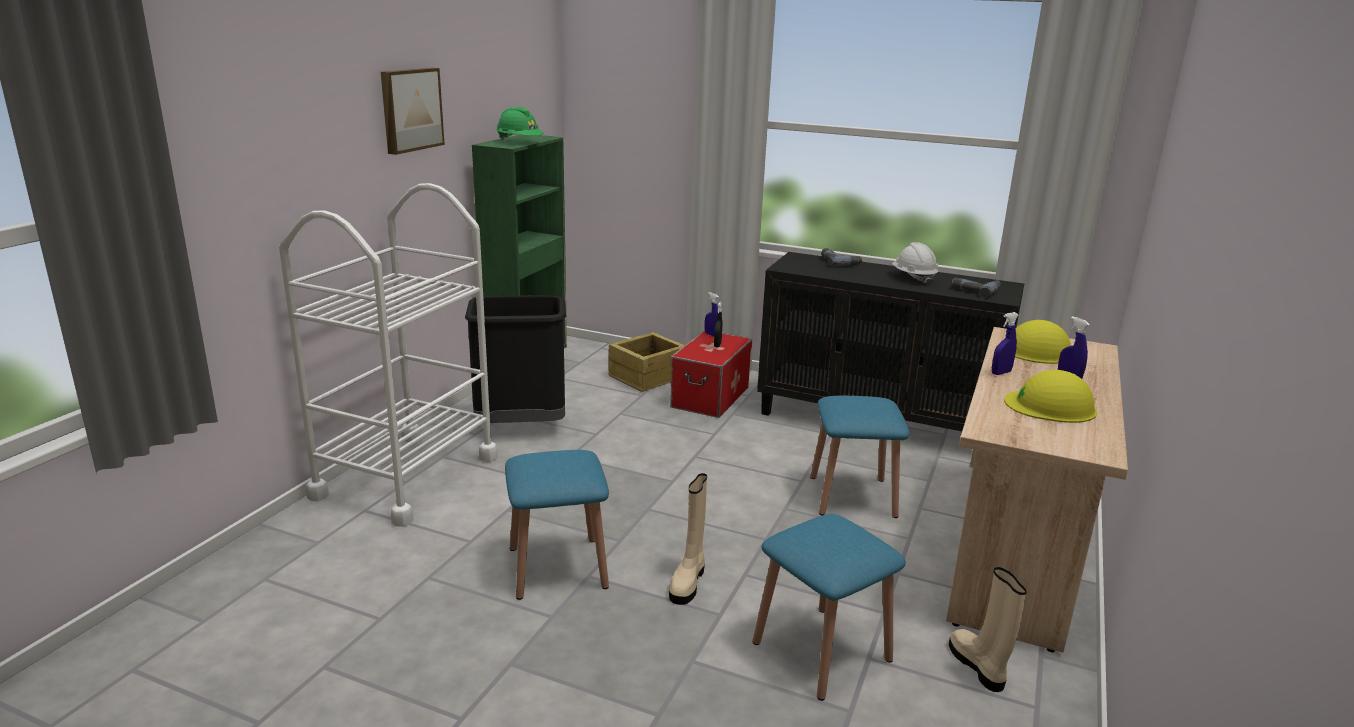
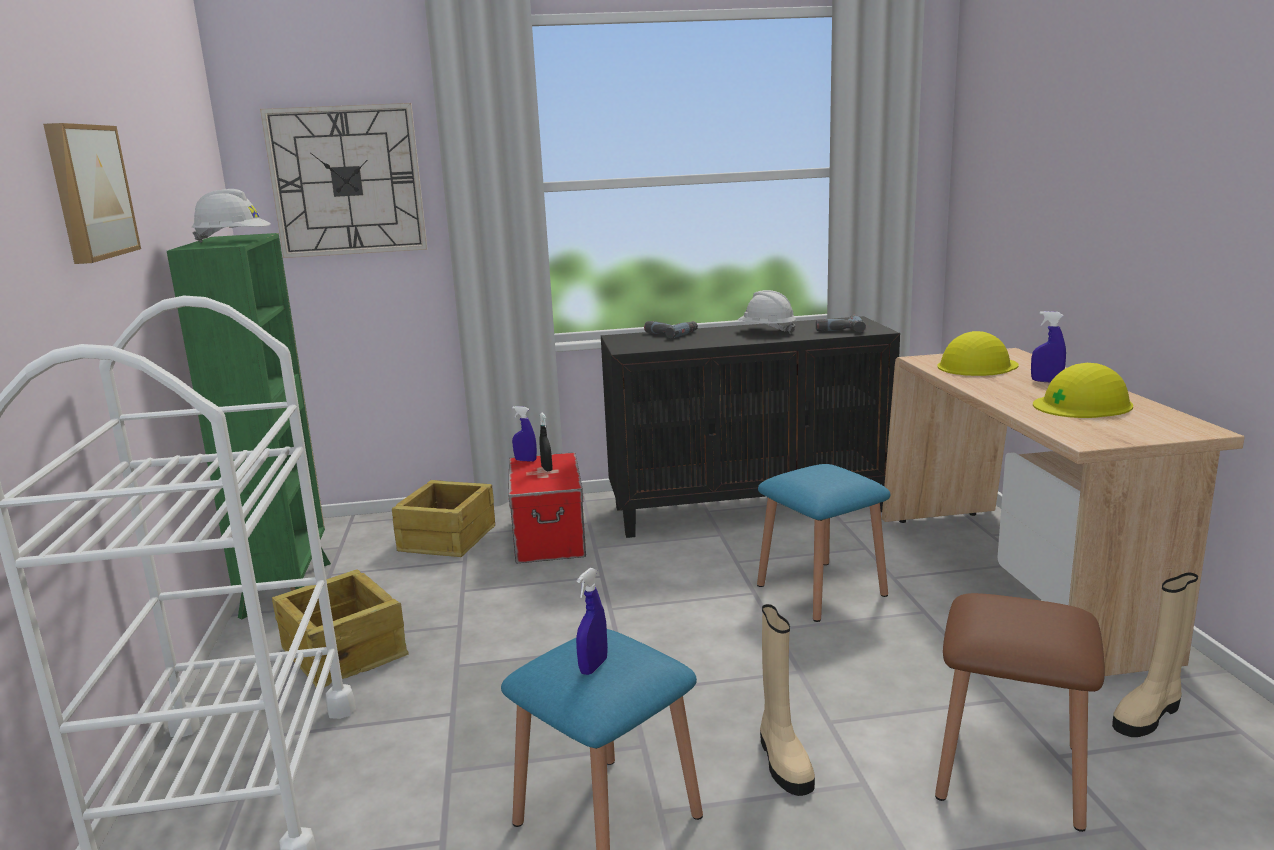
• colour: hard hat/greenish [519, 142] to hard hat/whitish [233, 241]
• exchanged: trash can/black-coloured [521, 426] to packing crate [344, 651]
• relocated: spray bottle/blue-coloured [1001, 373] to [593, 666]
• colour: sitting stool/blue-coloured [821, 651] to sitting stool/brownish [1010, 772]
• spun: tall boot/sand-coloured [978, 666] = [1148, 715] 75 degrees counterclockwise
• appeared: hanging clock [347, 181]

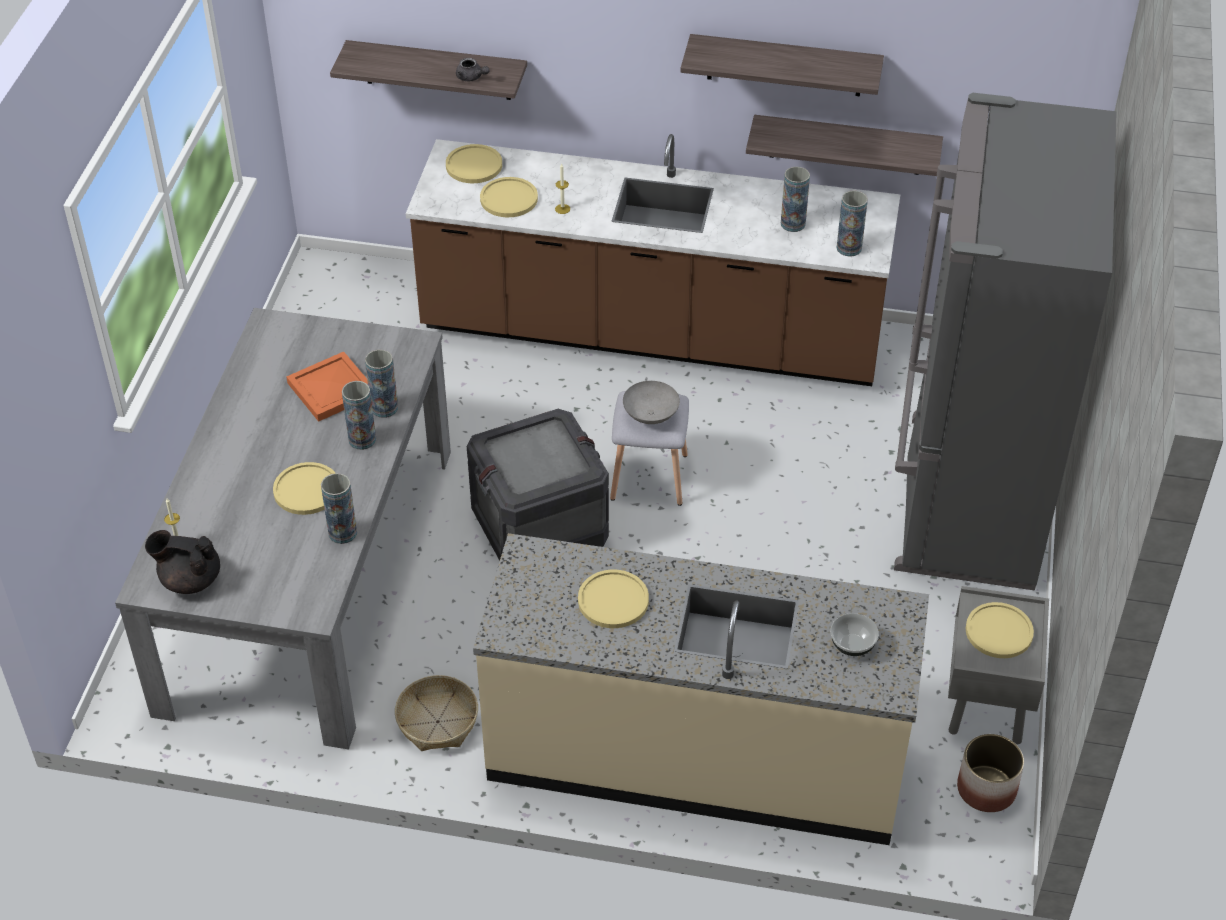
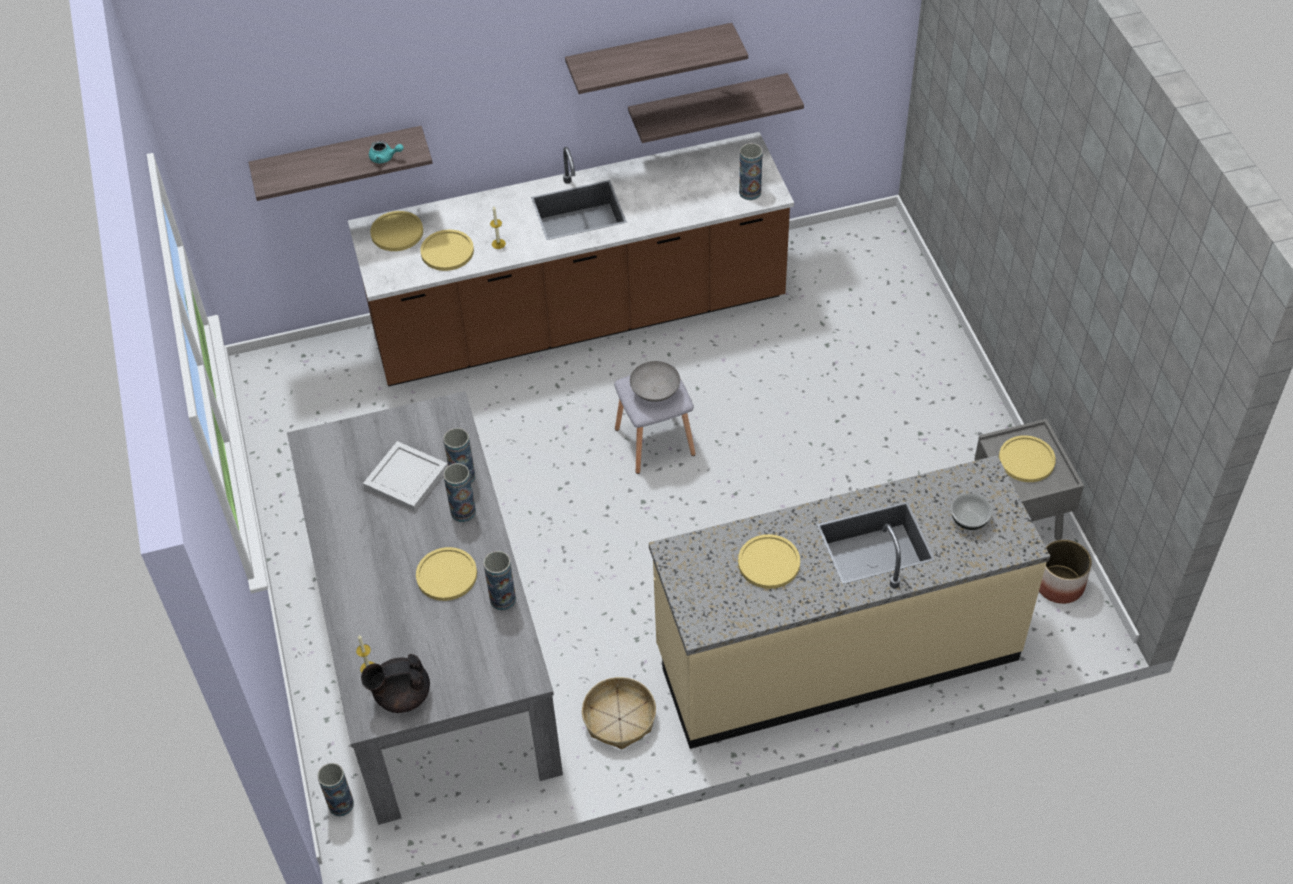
• colour: pot for tea/greyish [471, 77] to pot for tea/turquoise [385, 158]
• missing: kitchen fridge/greyish [966, 501]
• relocated: flower vase [793, 224] to [341, 804]
• colour: carrying tray/orangey [332, 388] to carrying tray/whitish [406, 477]
• missing: packing crate [539, 525]

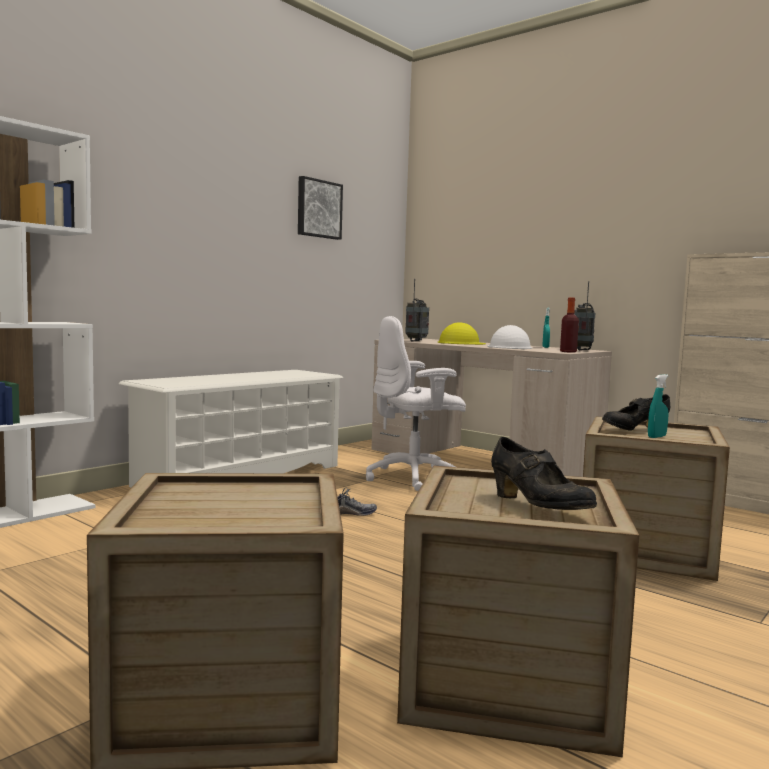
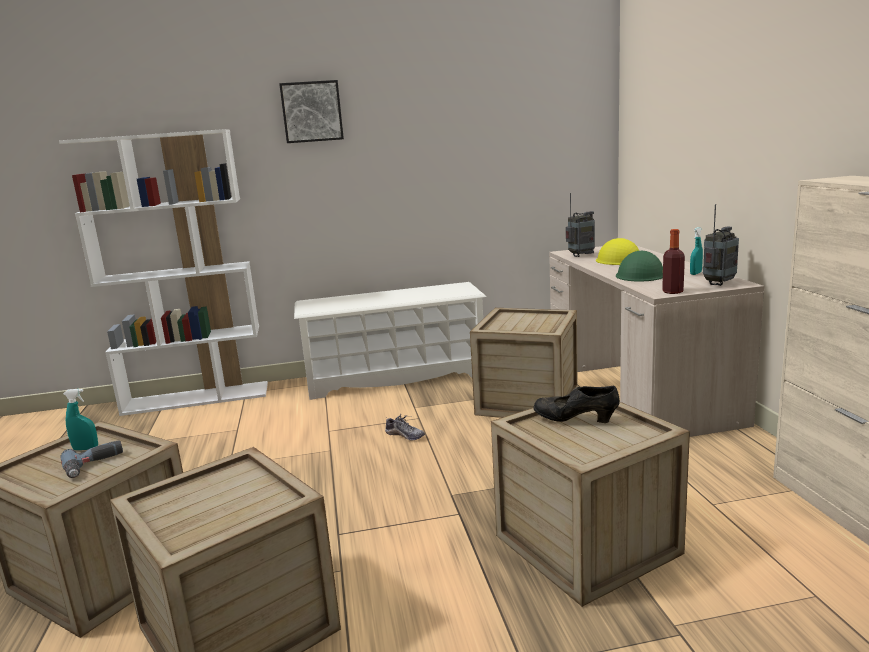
• relocated: picture [318, 209] to [312, 112]
• exchanged: desk chair/whitish [414, 478] to packing crate [527, 402]
• colour: hard hat/whitish [509, 347] to hard hat/greenish [640, 275]
• relocated: spray bottle/turquoise [656, 437] to [86, 449]
• missing: shoe/black-coloured [538, 507]
• appeared: electric drill [94, 464]

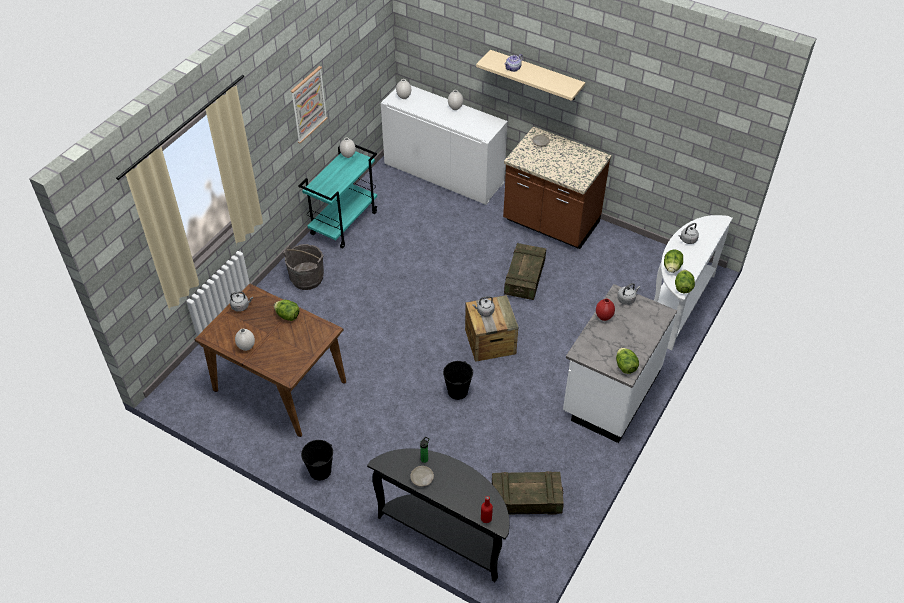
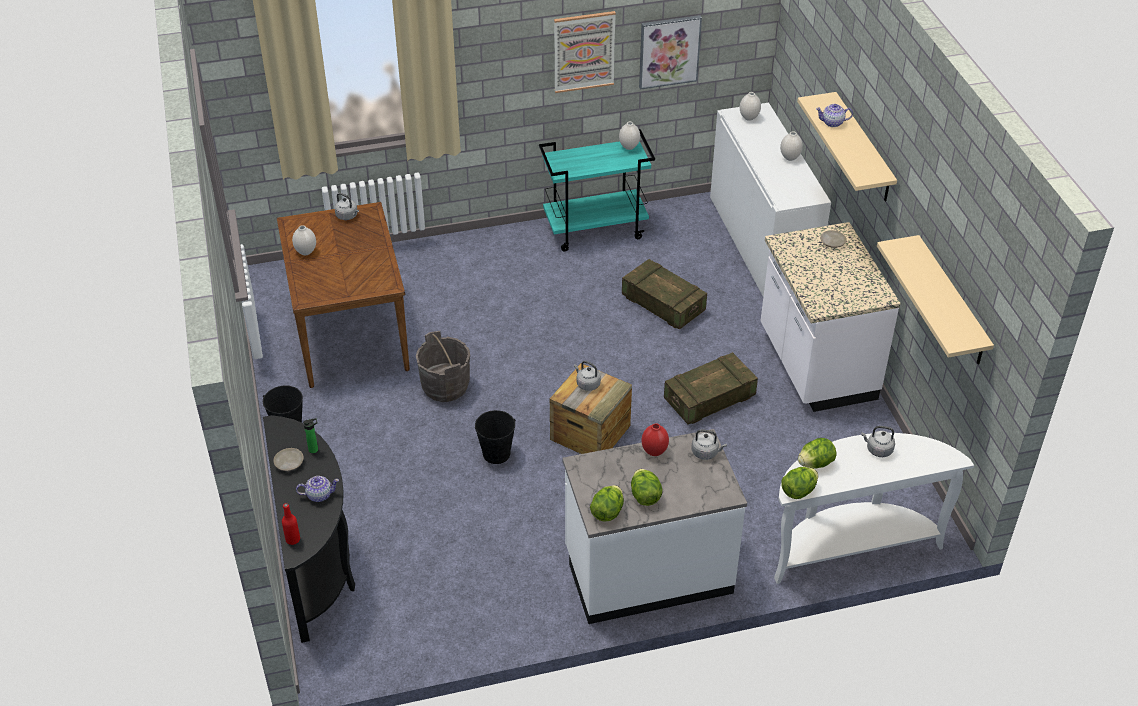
• colour: counter/brownish [550, 223] to counter/whitish [815, 365]
• relocated: water bucket/greyish [307, 278] to [445, 386]
• relocated: lettuce [287, 316] to [645, 496]
• relocated: packing crate [526, 499] to [663, 304]
• appeared: picture [669, 51]
• appeared: wall shelf/sand-coloured [951, 302]
• appeared: pot for tea [319, 495]

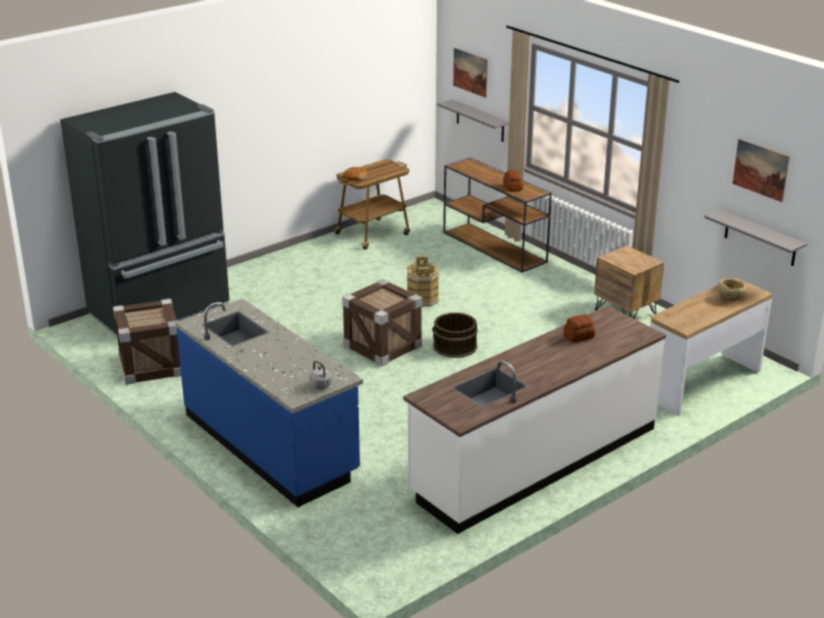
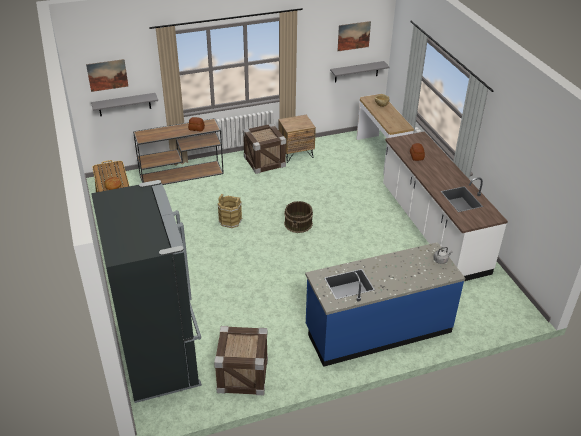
• relocated: packing crate [382, 346] to [264, 161]

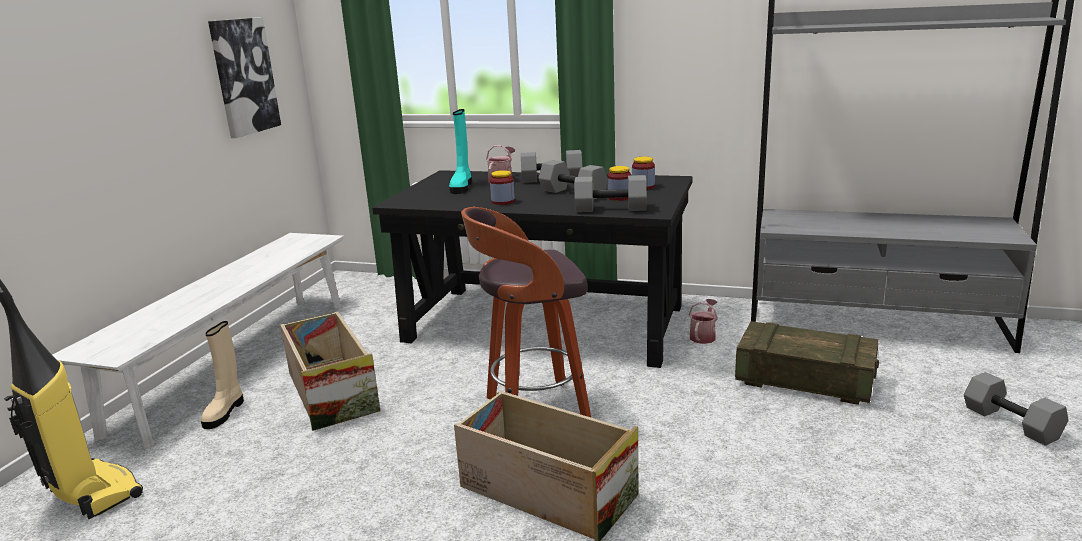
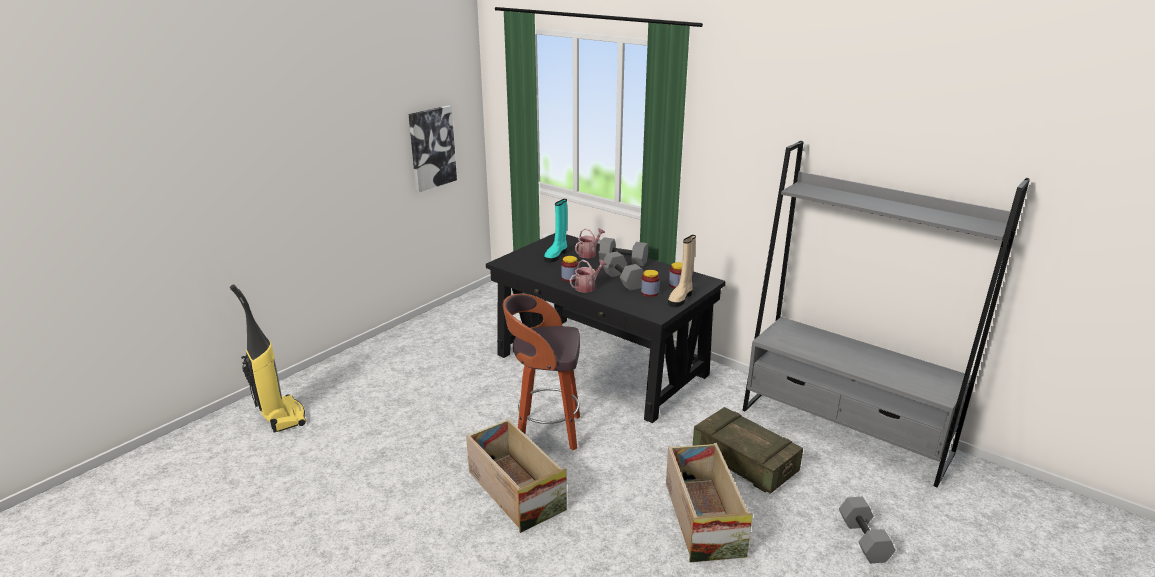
• missing: dumbbell/greyish [610, 209]
• missing: long seat/whitish [238, 361]
• relocated: watering can [703, 336] to [587, 287]
• relocated: packing crate [330, 391] to [702, 518]
• relocated: tall boot/sand-coloured [225, 412] to [681, 298]

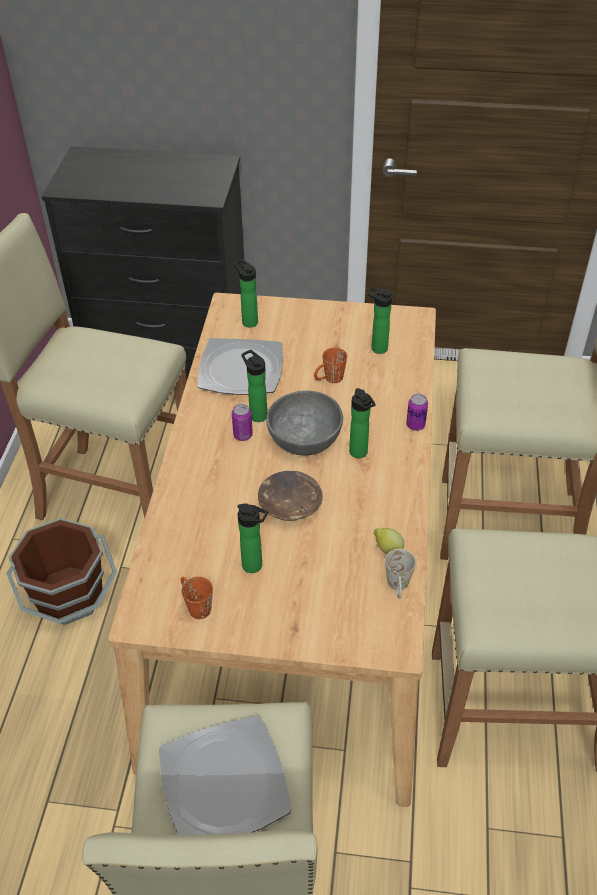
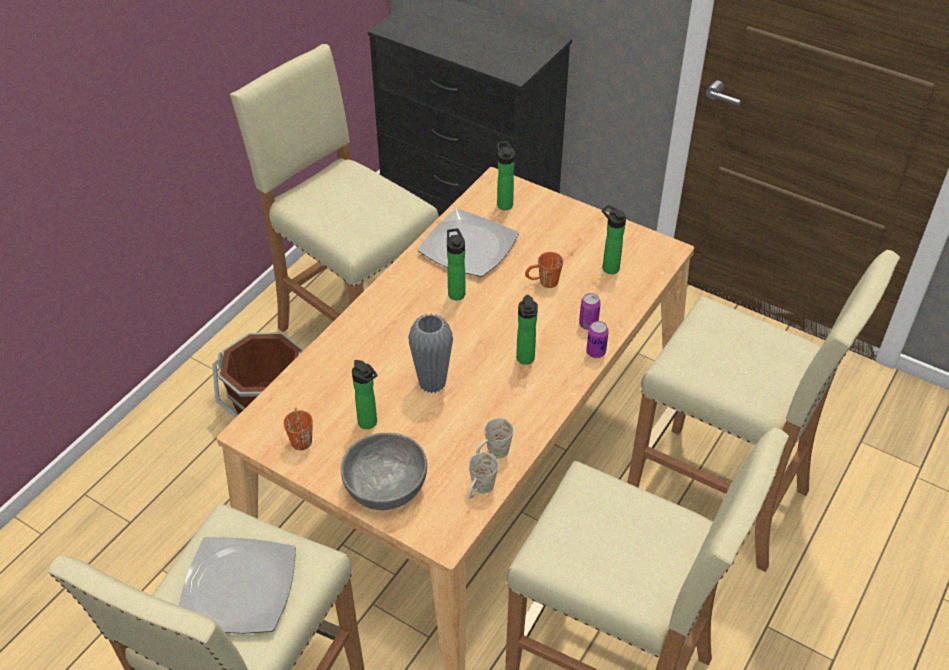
• relocated: bowl/greyish [304, 438] to [385, 486]
• relocated: metal can [243, 435] to [588, 324]
• exchanged: bowl/brownish [289, 505] to flower vase/greyish [432, 383]
• exchanged: whole lemon [387, 550] to coffee mug/whitish [493, 454]

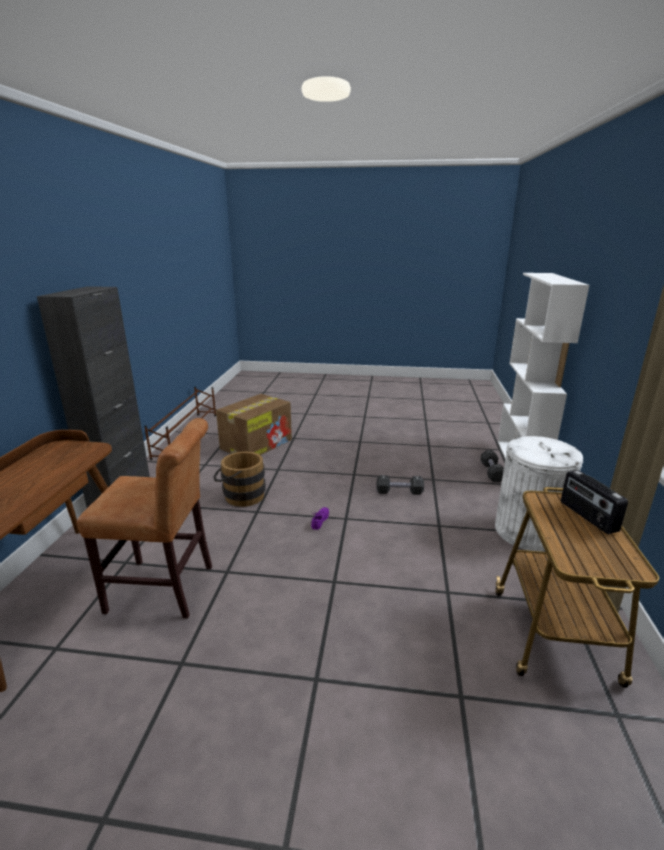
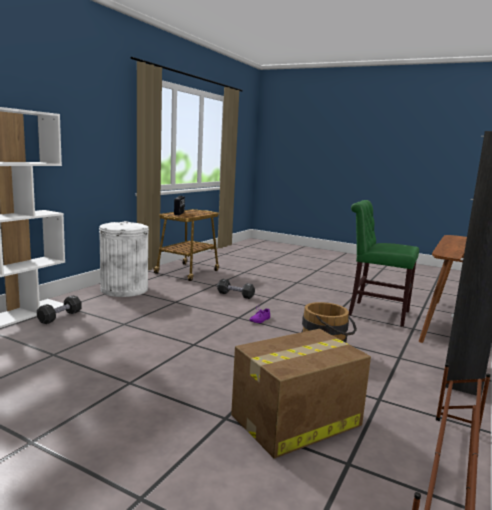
• colour: plain chair/brownish [166, 589] to plain chair/greenish [375, 313]
• relocated: dumbbell/black-coloured [399, 492] to [235, 295]

